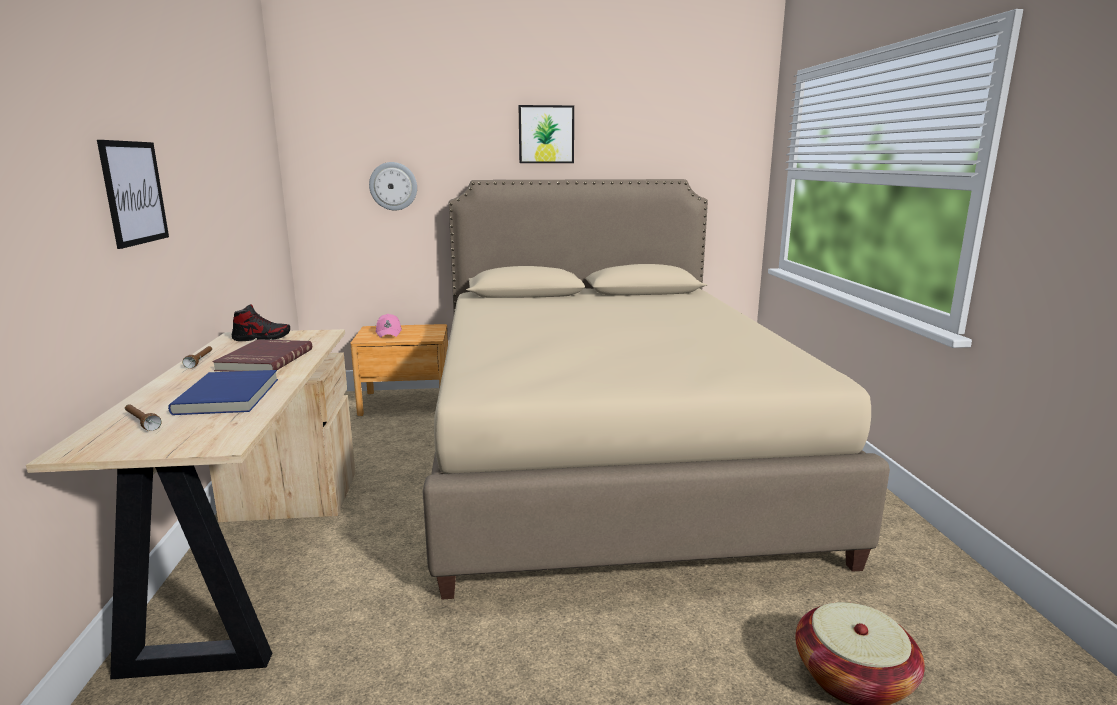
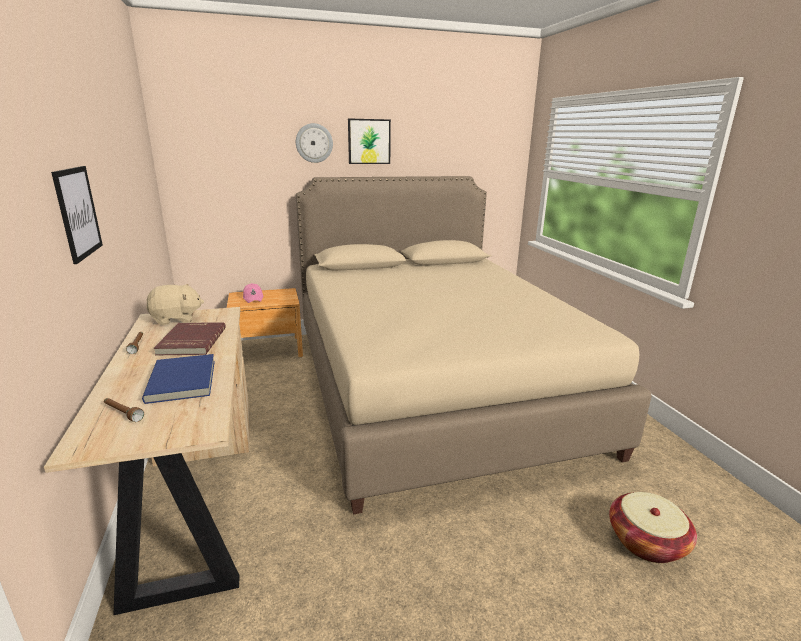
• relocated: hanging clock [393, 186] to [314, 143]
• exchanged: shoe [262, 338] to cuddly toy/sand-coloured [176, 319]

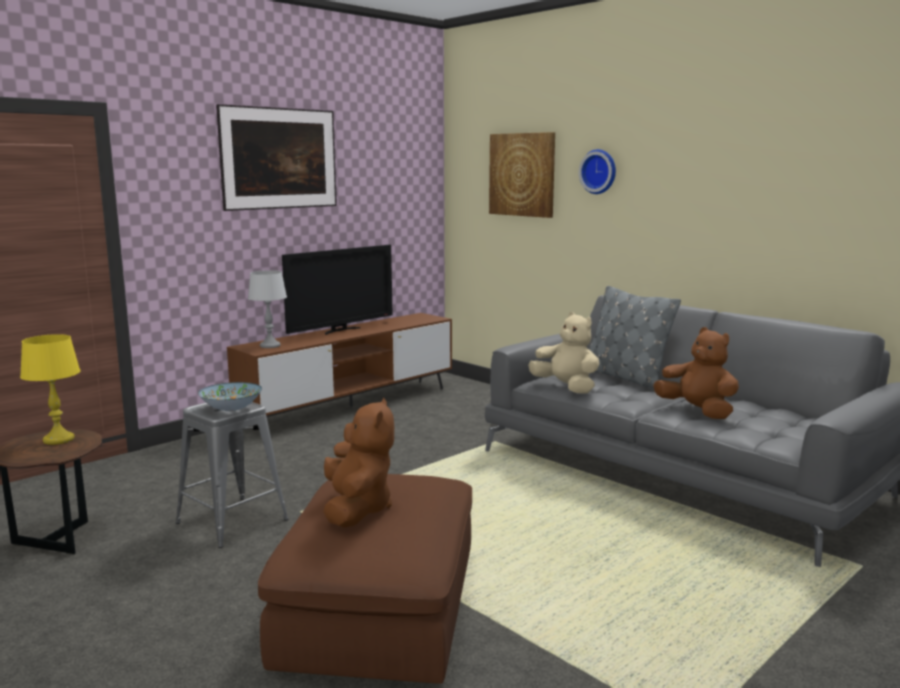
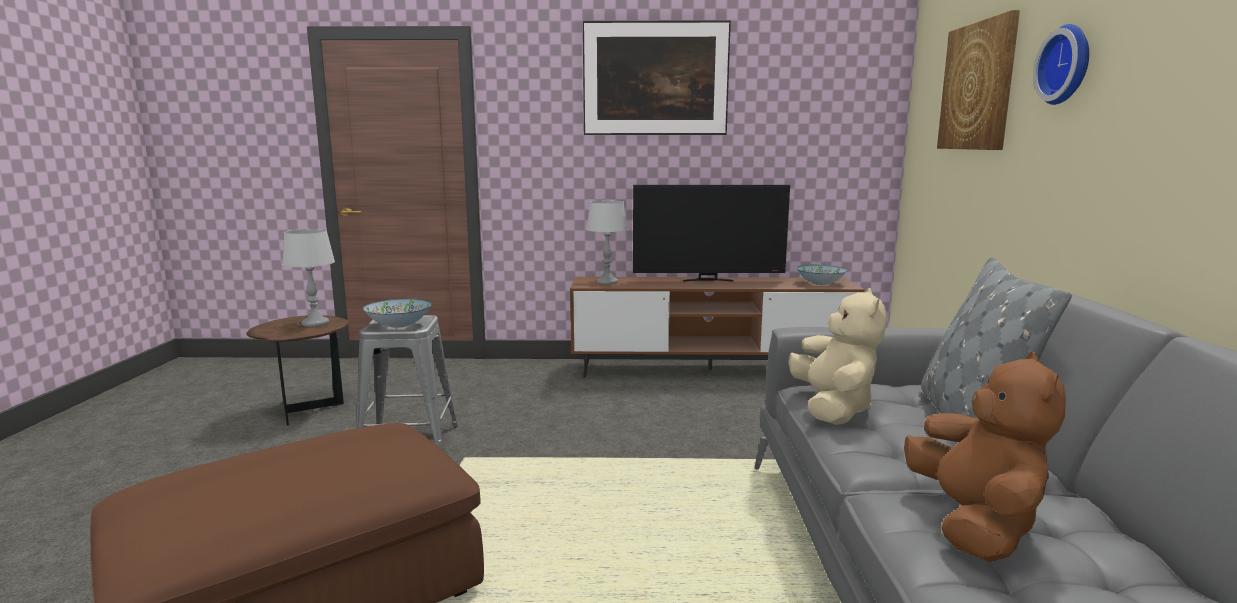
• colour: table lamp/yellow [58, 439] to table lamp/greyish [315, 323]
• missing: cuddly toy/brownish [357, 509]
• appeared: bowl [820, 283]

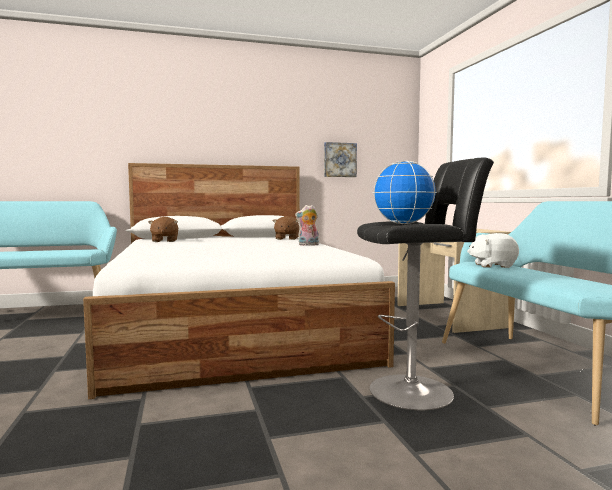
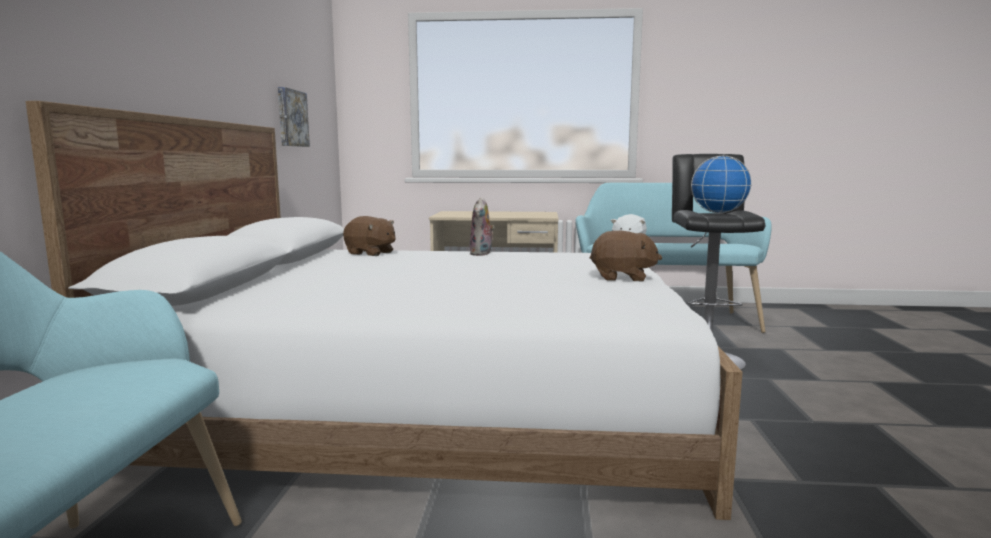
• relocated: cuddly toy/brownish [164, 241] to [622, 277]

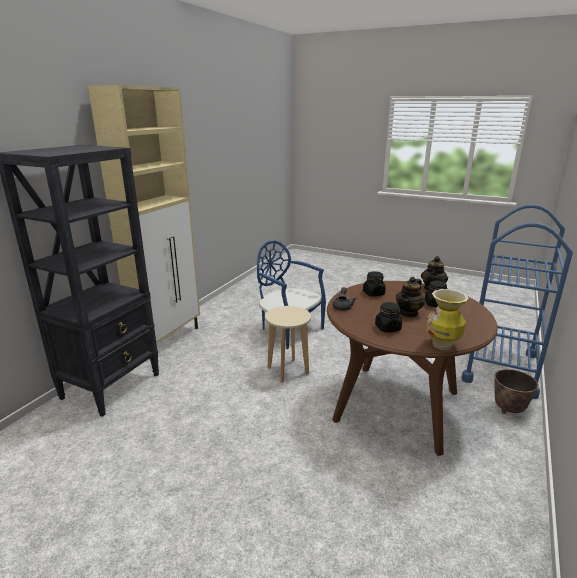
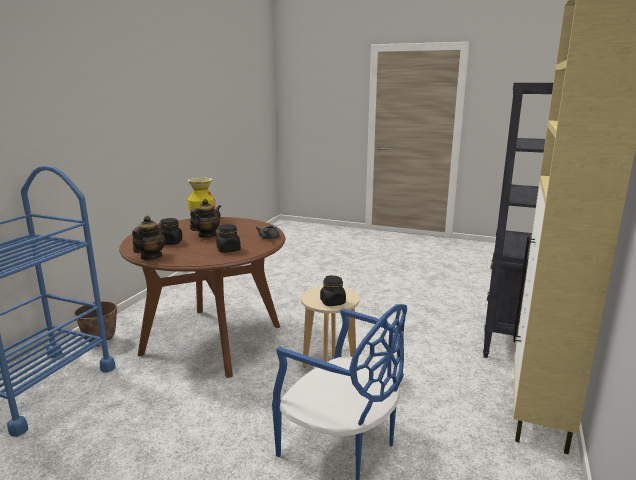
• relocated: storage jar/black-coloured [387, 328] to [333, 302]

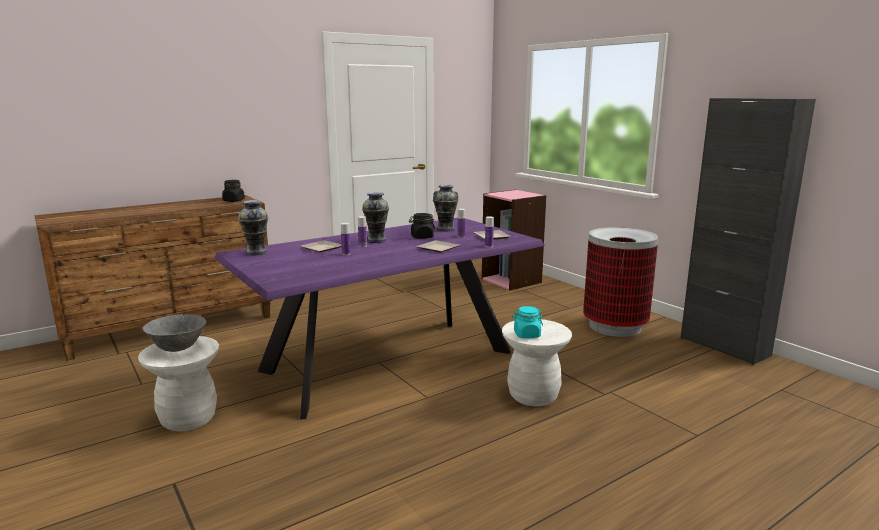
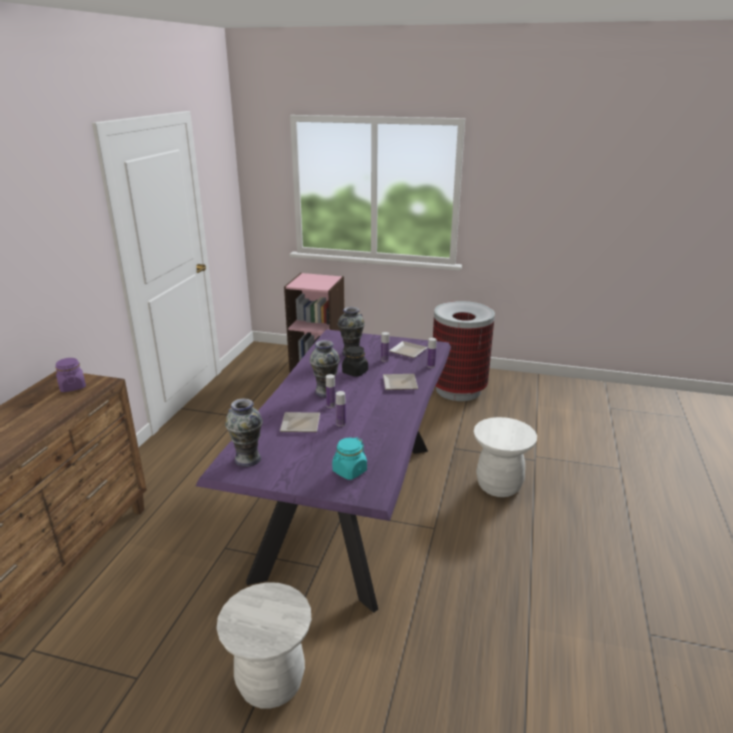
• missing: storage cabinet/black-coloured [724, 346]
• colour: storage jar/black-coloured [234, 200] to storage jar/purplish [72, 387]
• relocated: storage jar/turquoise [526, 335] to [349, 471]
• missing: bowl/greyish [177, 349]

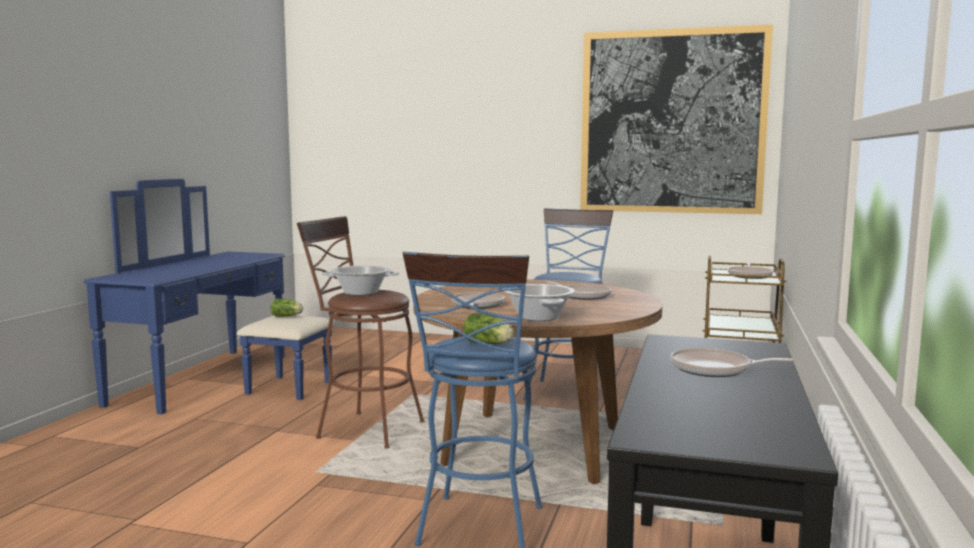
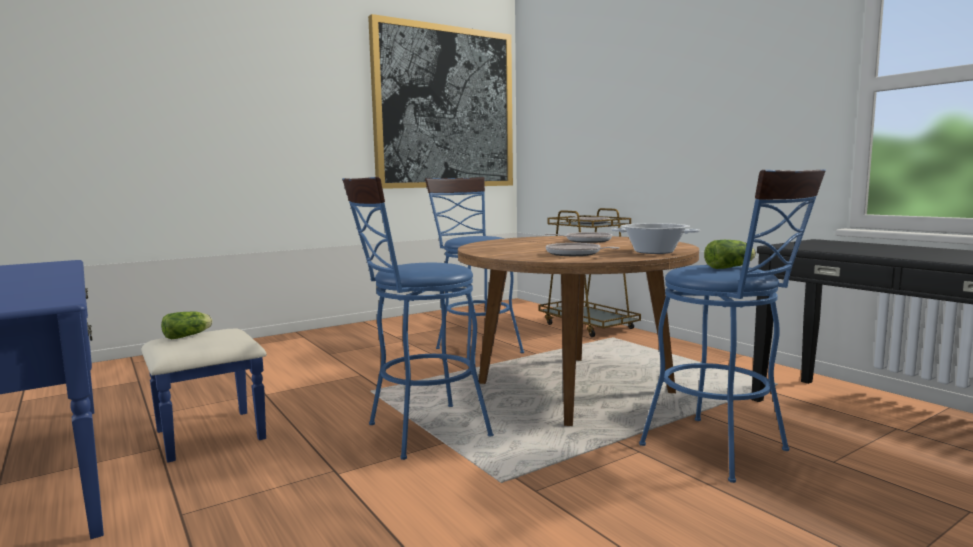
• colour: sitting stool/brownish [363, 429] to sitting stool/blue-coloured [419, 432]
• missing: cooking pot [361, 292]
• missing: pan [715, 369]

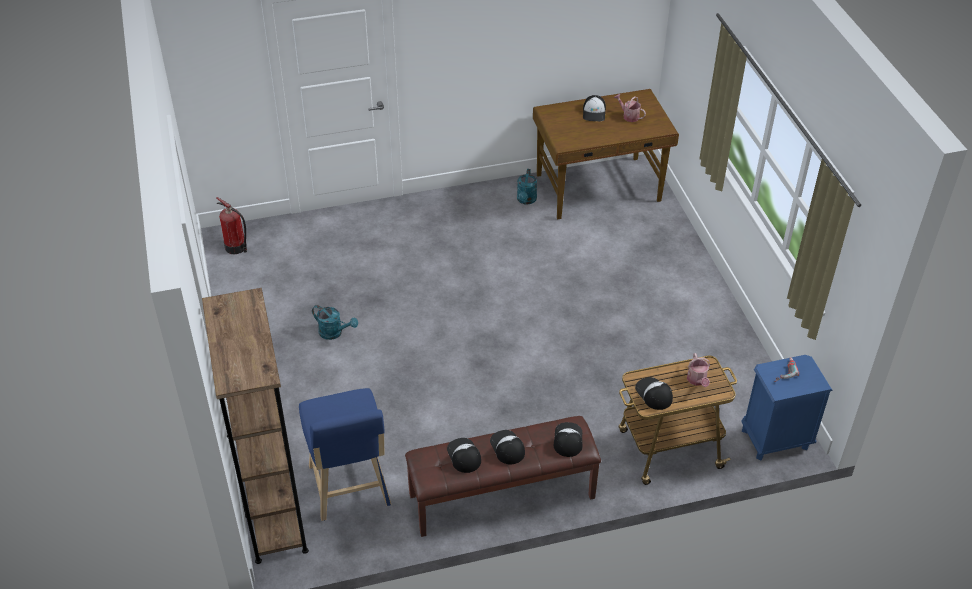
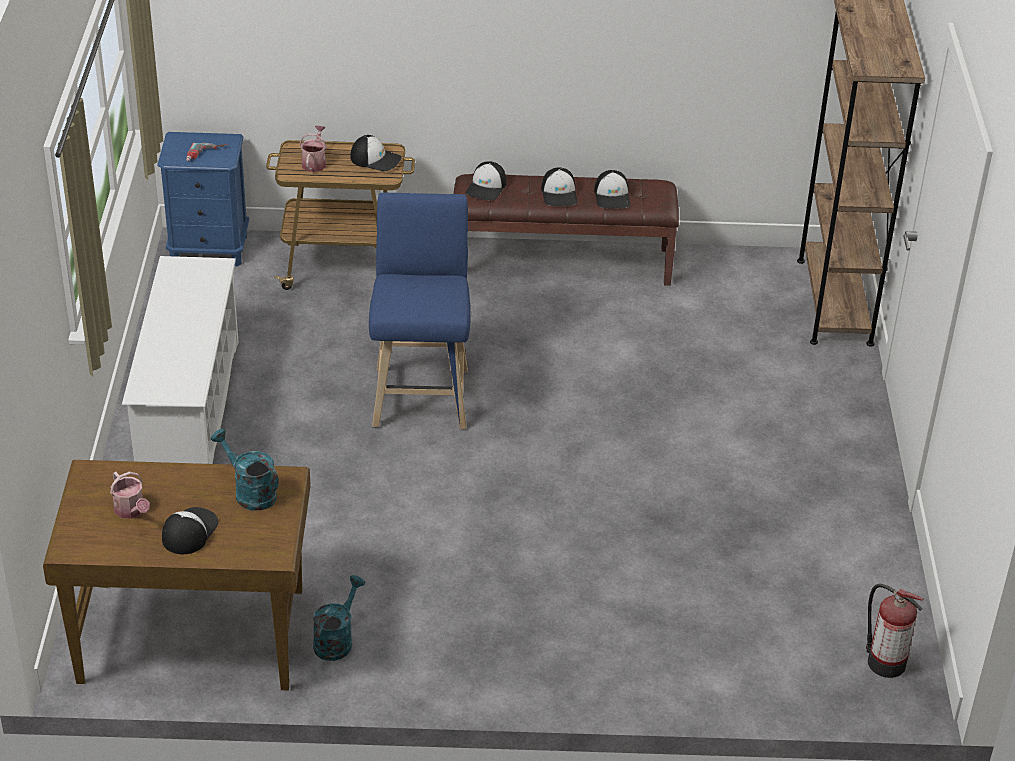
• relocated: watering can/turquoise [334, 333] to [250, 492]
• spun: baseball cap [653, 394] = [375, 159] 60 degrees counterclockwise
• relocated: sitting stool/blue-coloured [350, 490] to [421, 393]
• appeared: shoe shelf/whitish [189, 408]

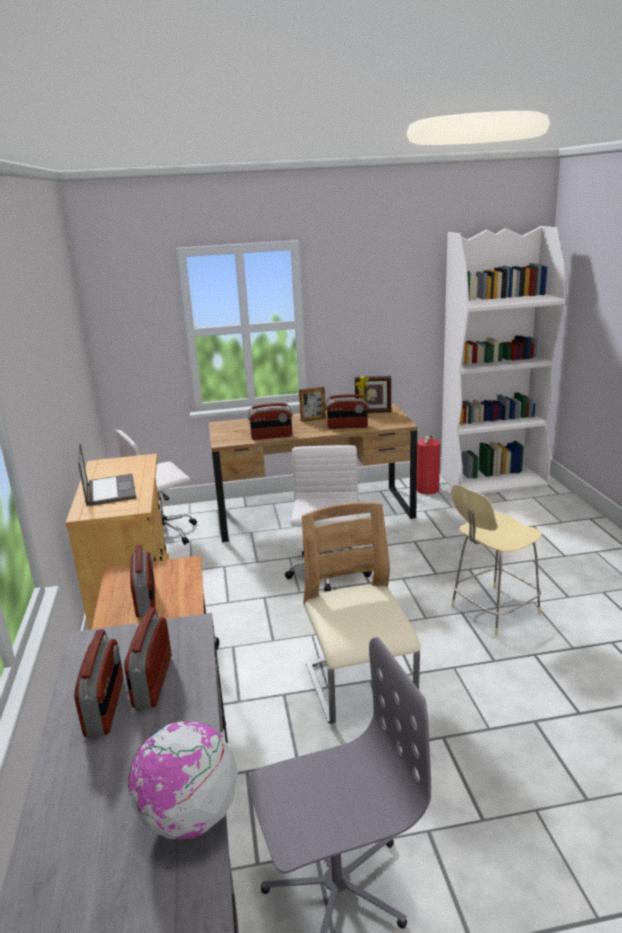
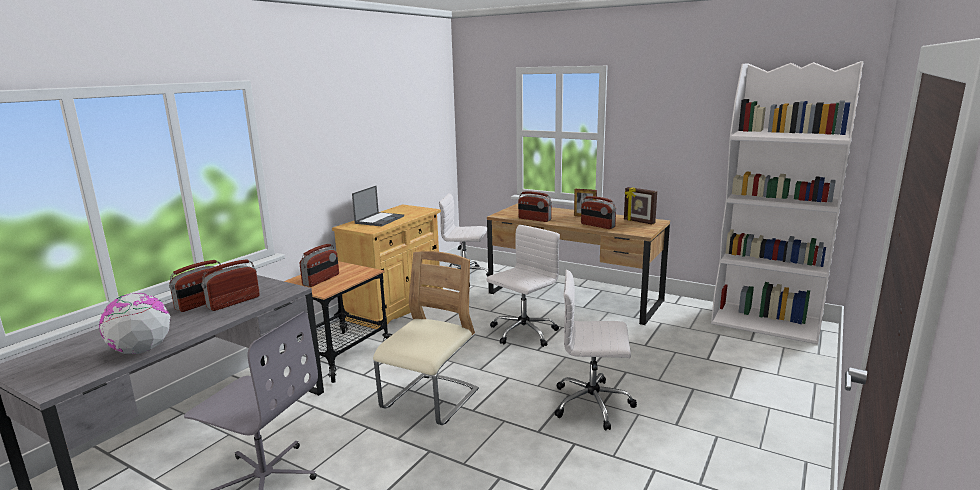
• missing: fire extinguisher [428, 489]
• exchanged: sitting stool/sand-coloured [492, 611] to desk chair/whitish [593, 404]

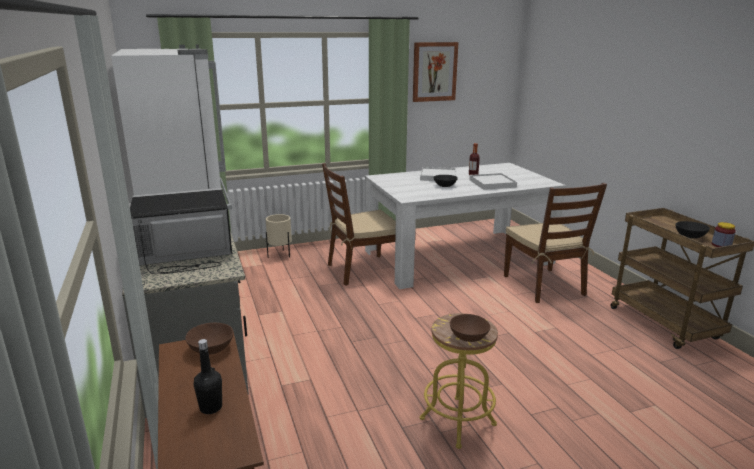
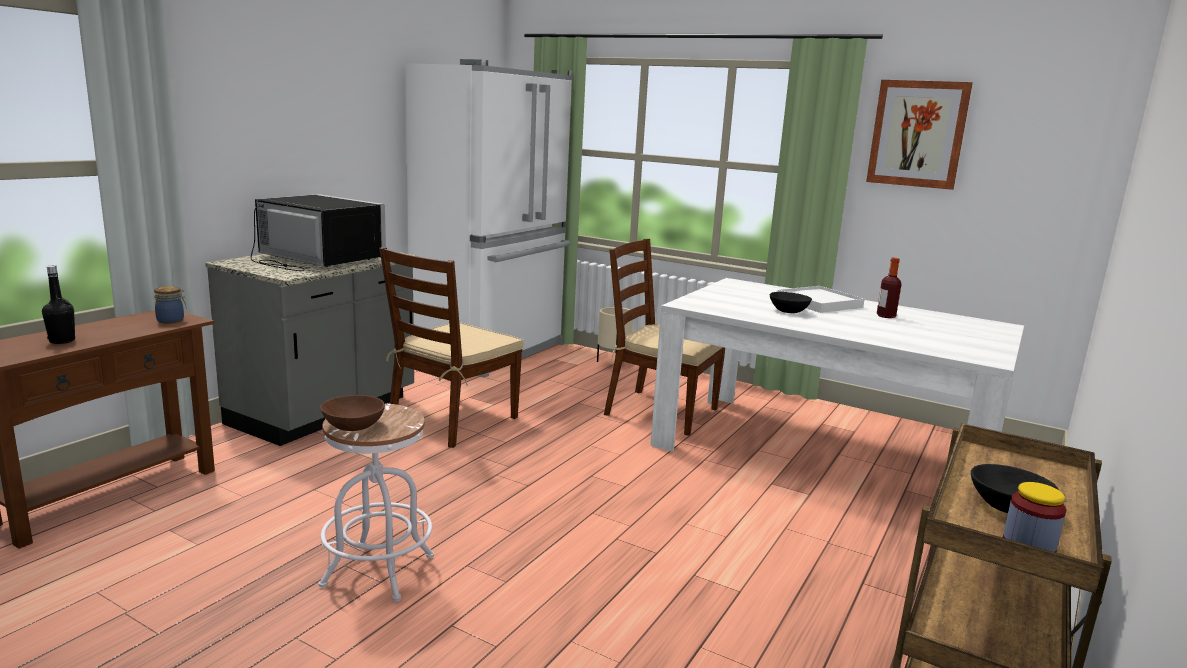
• missing: carrying tray/whitish [492, 183]
• relocated: plain chair/brownish [544, 285] to [453, 421]
• colour: sitting stool/yellow [457, 421] to sitting stool/whitish [378, 571]
• exchanged: bowl/brownish [211, 348] to storage jar [172, 321]

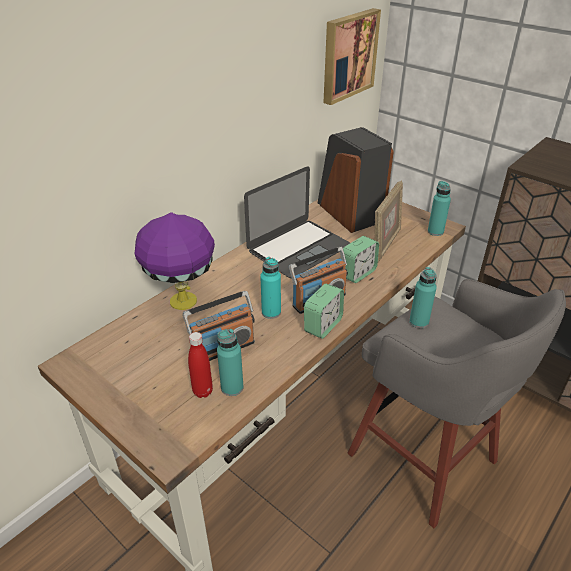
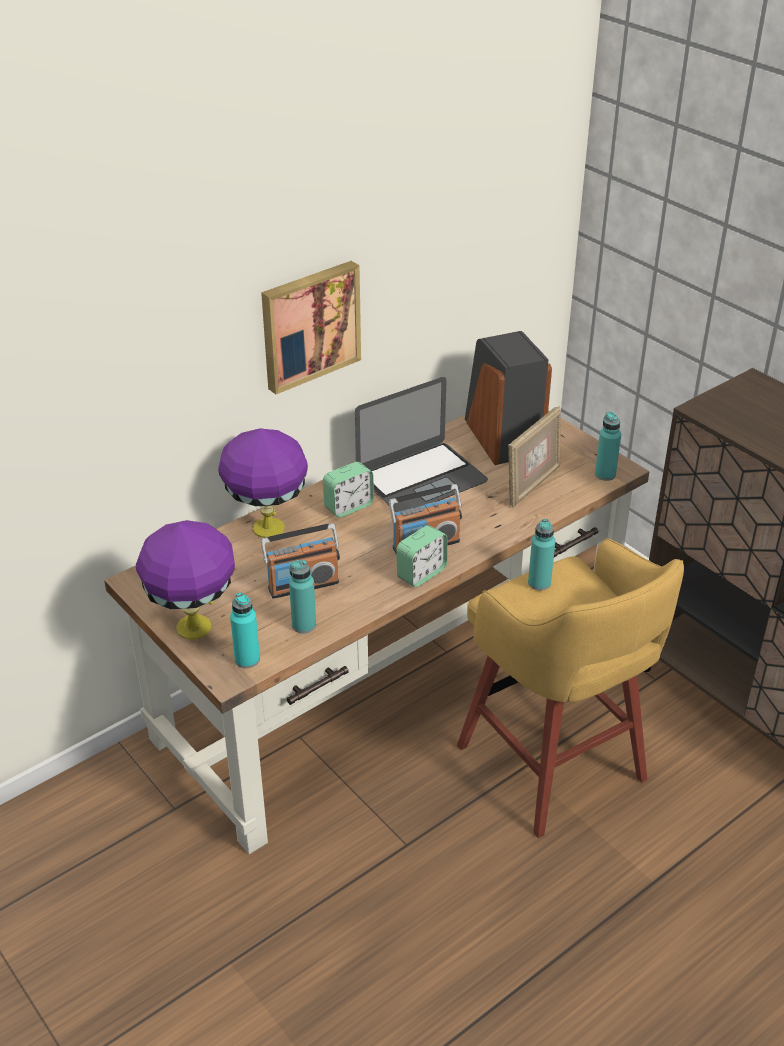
• relocated: picture [348, 55] to [309, 325]
• relocated: alarm clock [357, 273] to [348, 506]
• relocated: bottle/turquoise [271, 312] to [247, 659]
• colour: sitting stool/greyish [425, 461] to sitting stool/yellow [554, 767]
• missing: bottle/red [202, 391]
• appeared: table lamp/purplish [194, 628]

